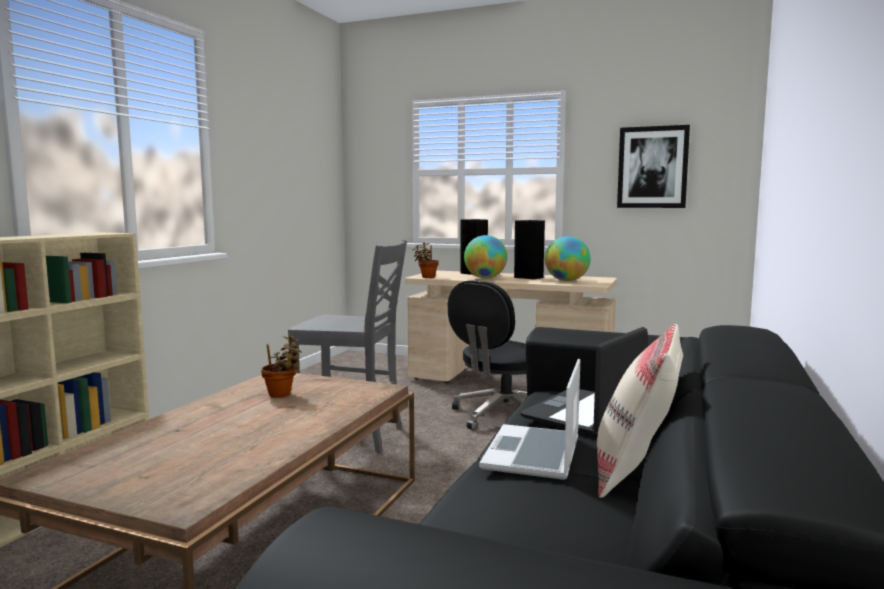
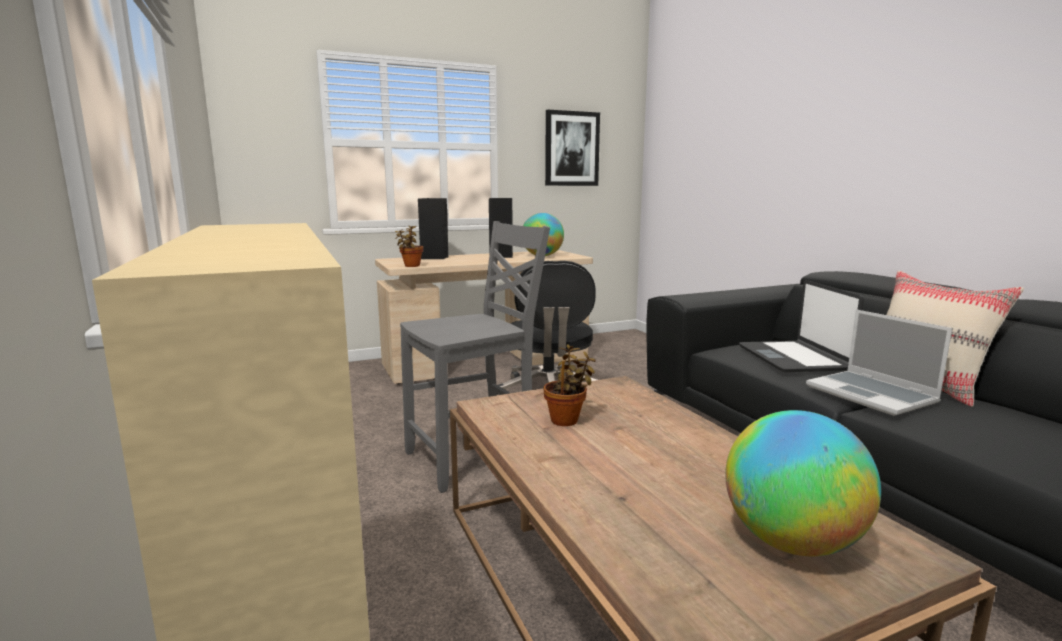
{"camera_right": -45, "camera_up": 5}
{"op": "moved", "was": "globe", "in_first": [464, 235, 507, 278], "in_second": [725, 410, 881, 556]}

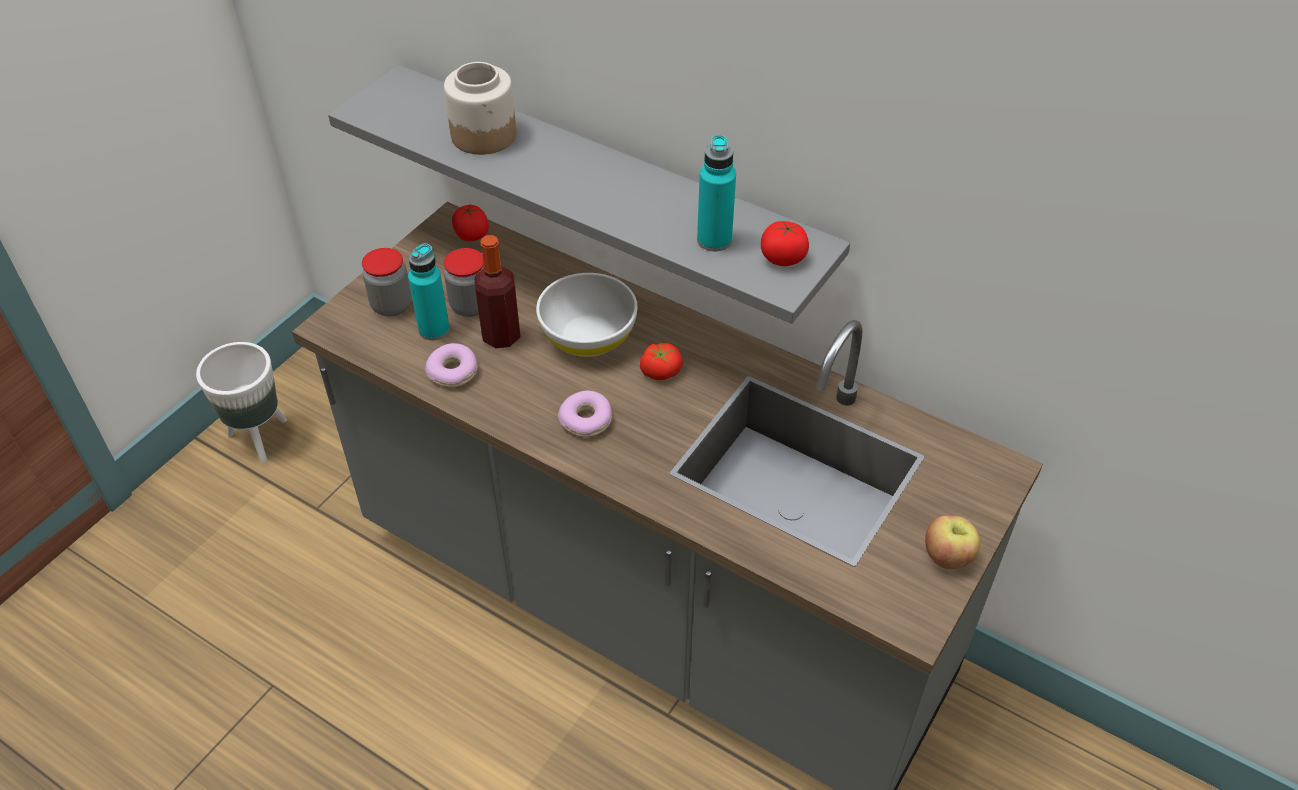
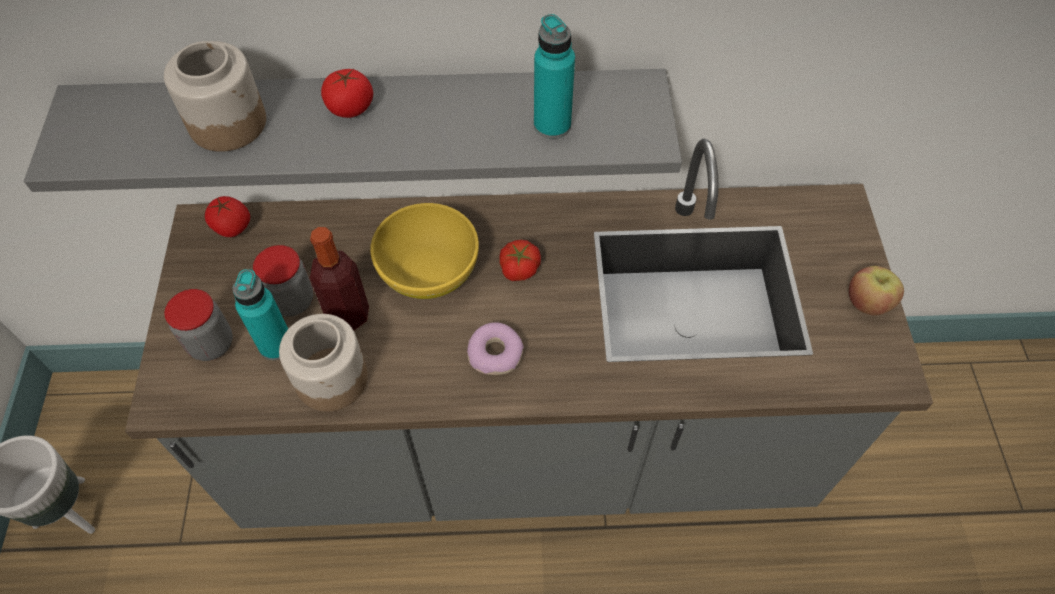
{"camera_right": -35, "camera_up": 10}
{"op": "replaced", "was": "donut", "now": "jar", "in_first": [425, 343, 478, 387], "in_second": [279, 314, 368, 412]}
{"op": "moved", "was": "tomato", "in_first": [761, 221, 809, 266], "in_second": [321, 69, 373, 118]}
{"op": "recoloured", "was": "bowl (white)", "now": "bowl (yellow)", "in_first": [536, 273, 638, 357], "in_second": [370, 203, 479, 299]}

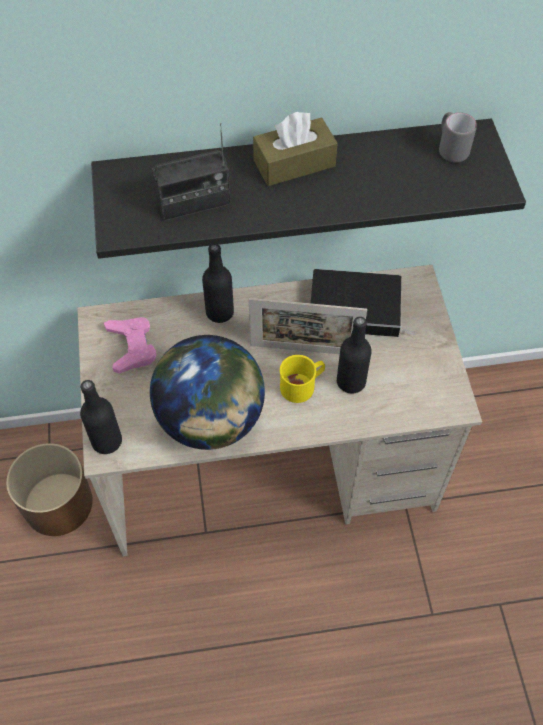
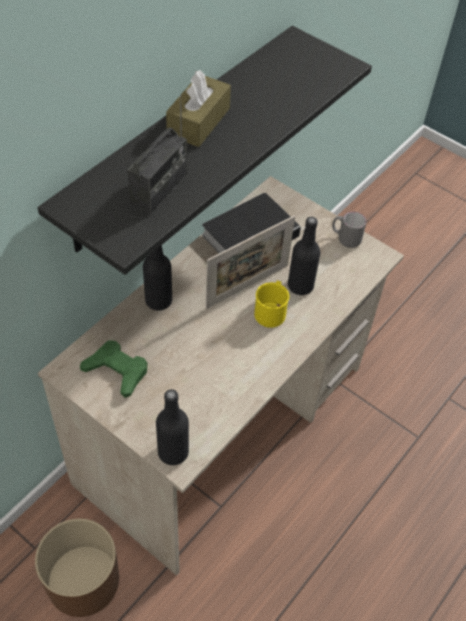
{"camera_right": -45, "camera_up": -5}
{"op": "recoloured", "was": "game controller (pink)", "now": "game controller (green)", "in_first": [104, 317, 157, 373], "in_second": [80, 340, 148, 398]}
{"op": "moved", "was": "mug (grey)", "in_first": [439, 112, 477, 163], "in_second": [332, 212, 366, 248]}
{"op": "removed", "was": "globe", "in_first": [150, 335, 265, 450]}

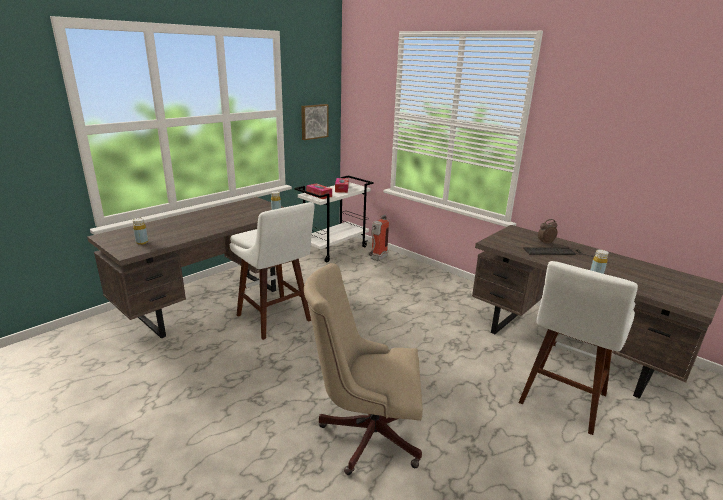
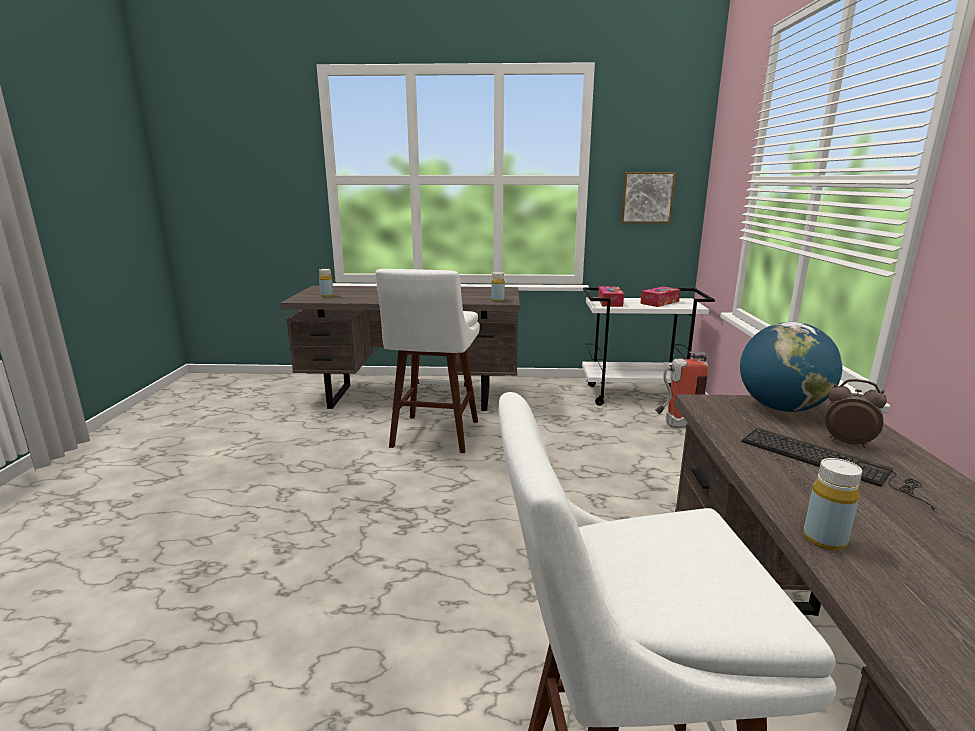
{"camera_right": 50, "camera_up": -5}
{"op": "added", "now": "globe", "in_second": [740, 322, 843, 412]}
{"op": "removed", "was": "office chair (beige)", "in_first": [304, 263, 423, 475]}

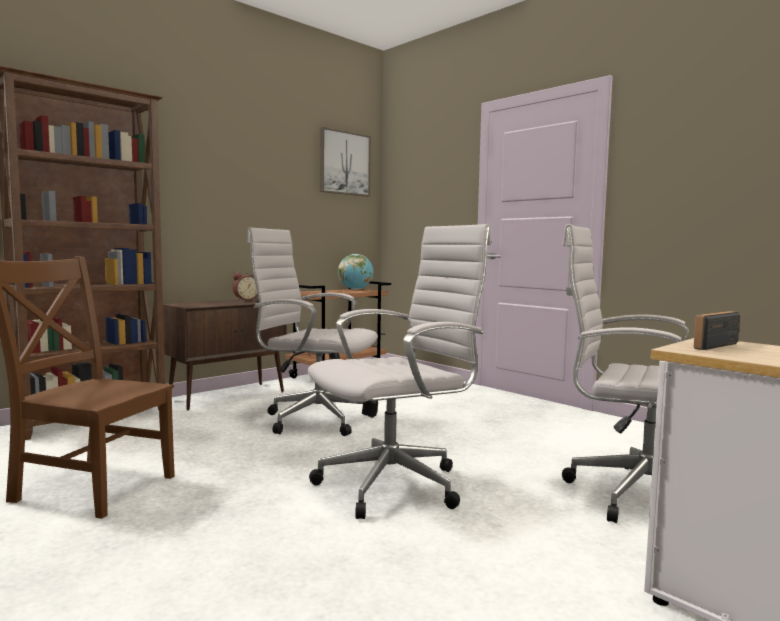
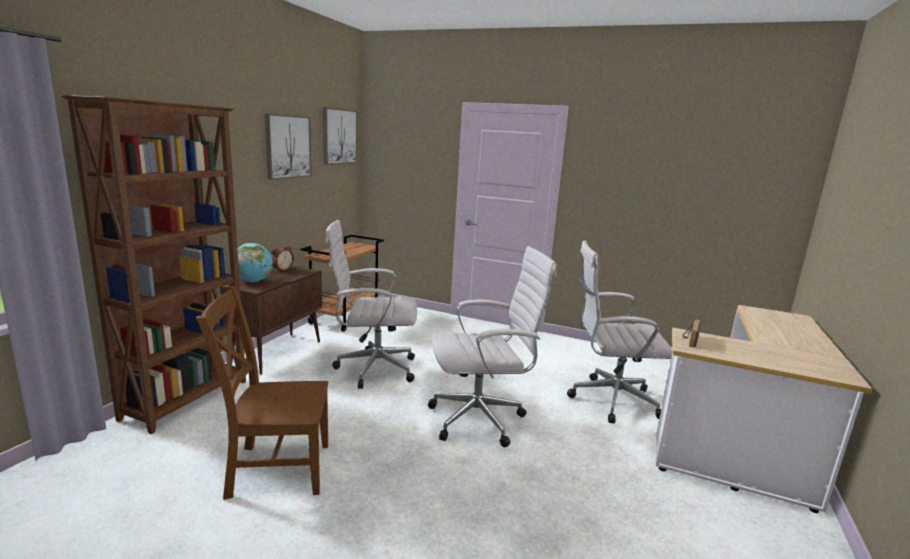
{"camera_right": -25, "camera_up": 10}
{"op": "moved", "was": "globe", "in_first": [338, 254, 373, 290], "in_second": [237, 243, 273, 282]}
{"op": "added", "now": "picture", "in_second": [265, 113, 312, 180]}
{"op": "turned", "was": "office chair (white)", "in_first": [308, 224, 491, 519], "in_second": [428, 246, 556, 447], "clockwise": 45}

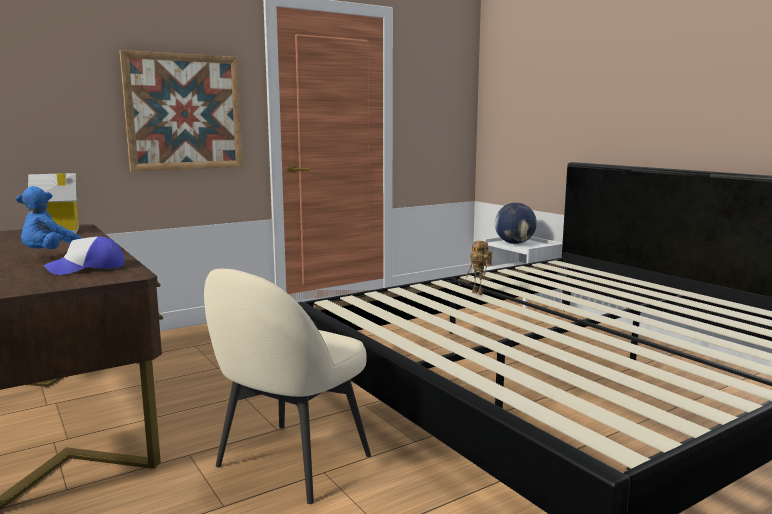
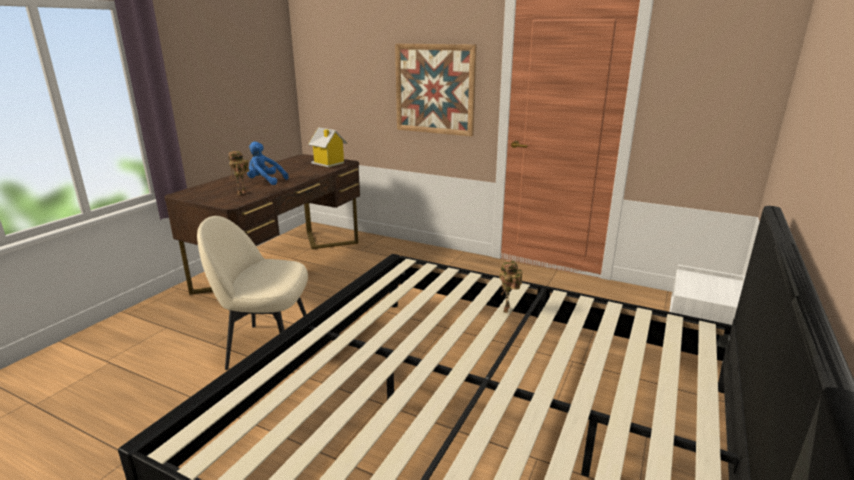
{"camera_right": 60, "camera_up": 10}
{"op": "replaced", "was": "cap", "now": "toy robot", "in_first": [44, 236, 124, 275], "in_second": [228, 151, 250, 195]}
{"op": "removed", "was": "globe", "in_first": [495, 203, 537, 244]}

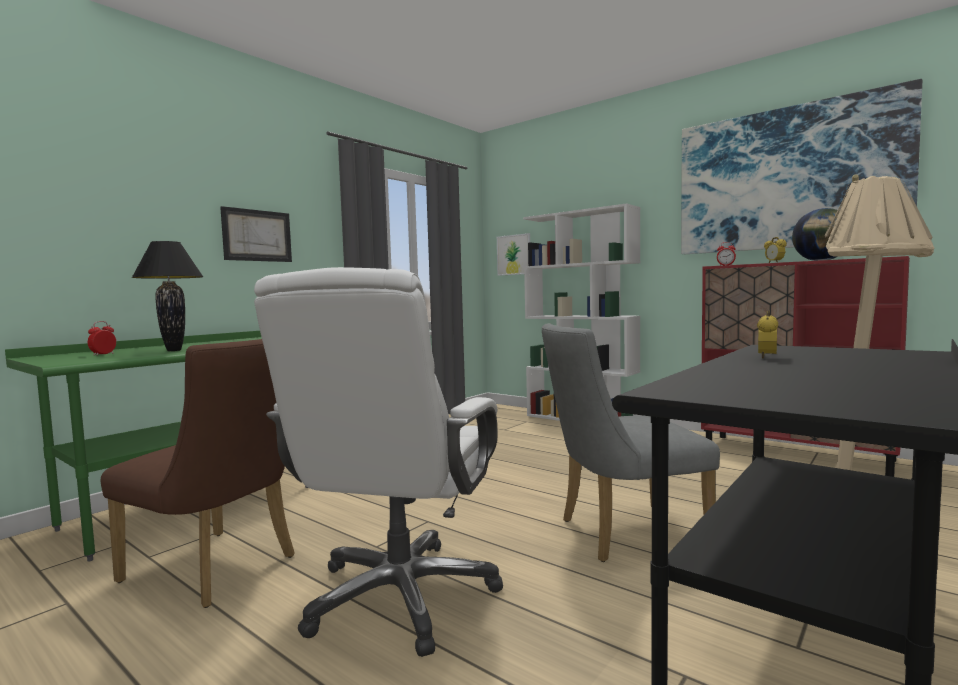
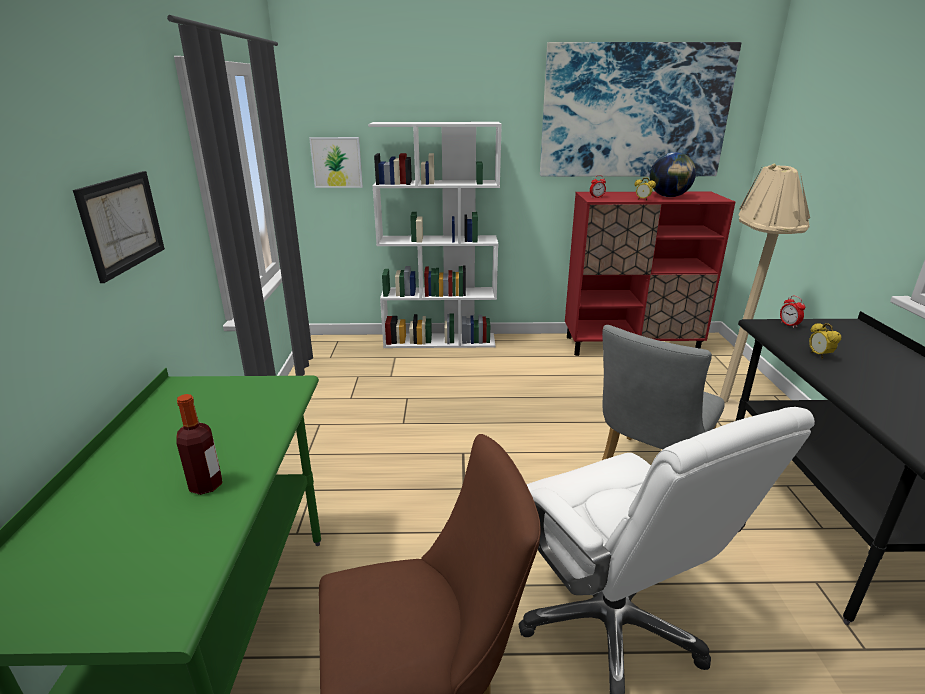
{"camera_right": -40, "camera_up": 20}
{"op": "replaced", "was": "table lamp (black)", "now": "bottle", "in_first": [132, 241, 203, 351], "in_second": [176, 394, 222, 495]}
{"op": "moved", "was": "alarm clock", "in_first": [88, 321, 116, 355], "in_second": [780, 296, 805, 328]}

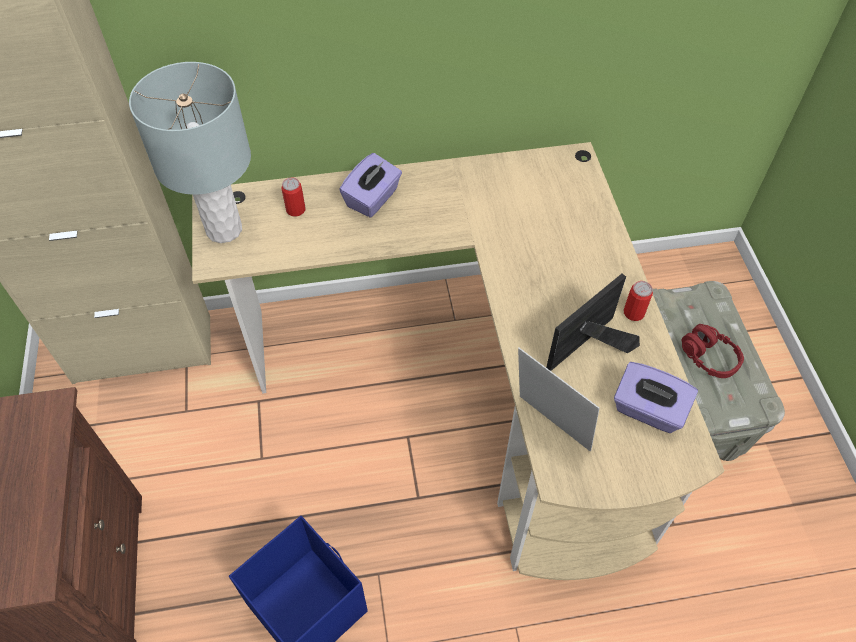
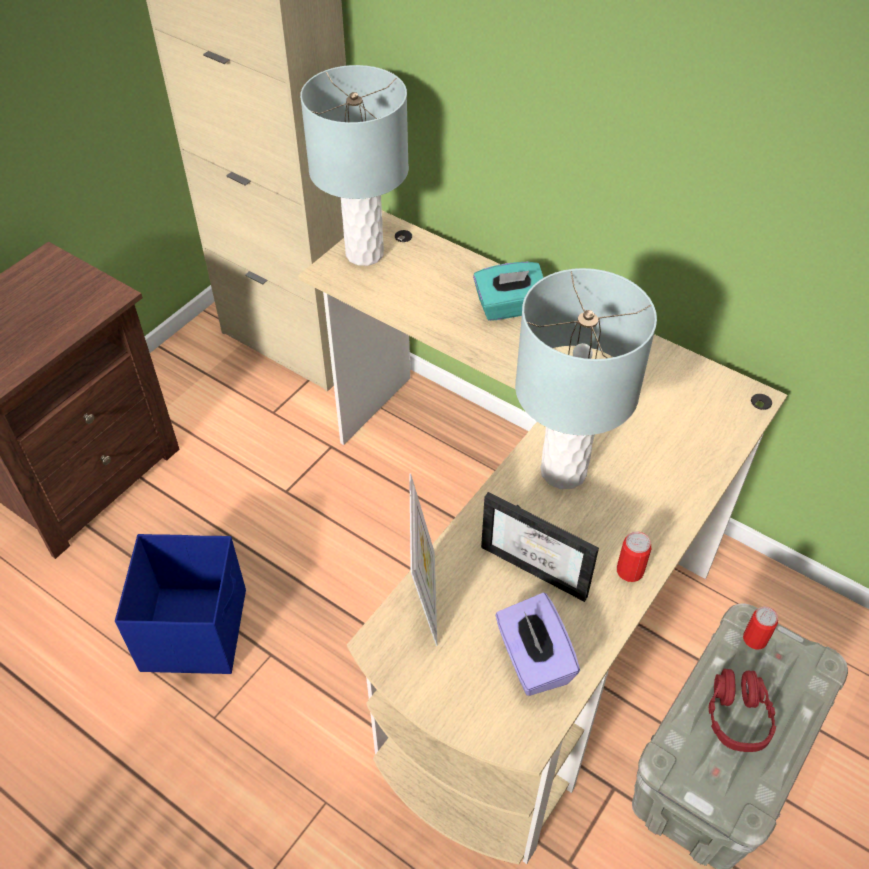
{"camera_right": 45, "camera_up": -5}
{"op": "recoloured", "was": "tissue box (purple)", "now": "tissue box (turquoise)", "in_first": [339, 153, 402, 217], "in_second": [473, 262, 543, 321]}
{"op": "turned", "was": "picture frame", "in_first": [546, 274, 640, 371], "in_second": [481, 492, 599, 602], "clockwise": -150}
{"op": "added", "now": "table lamp (grey)", "in_second": [515, 268, 657, 489]}
{"op": "moved", "was": "can", "in_first": [281, 177, 306, 216], "in_second": [743, 606, 778, 649]}

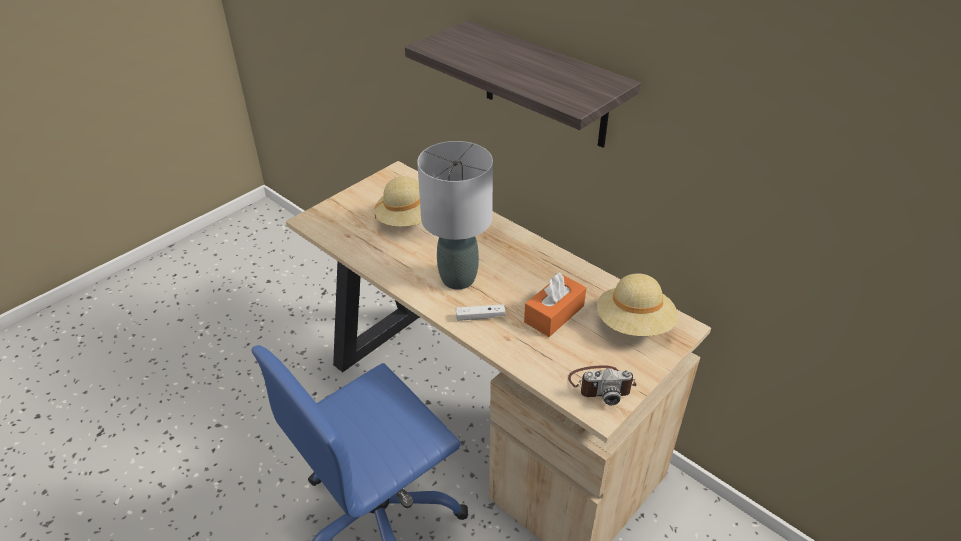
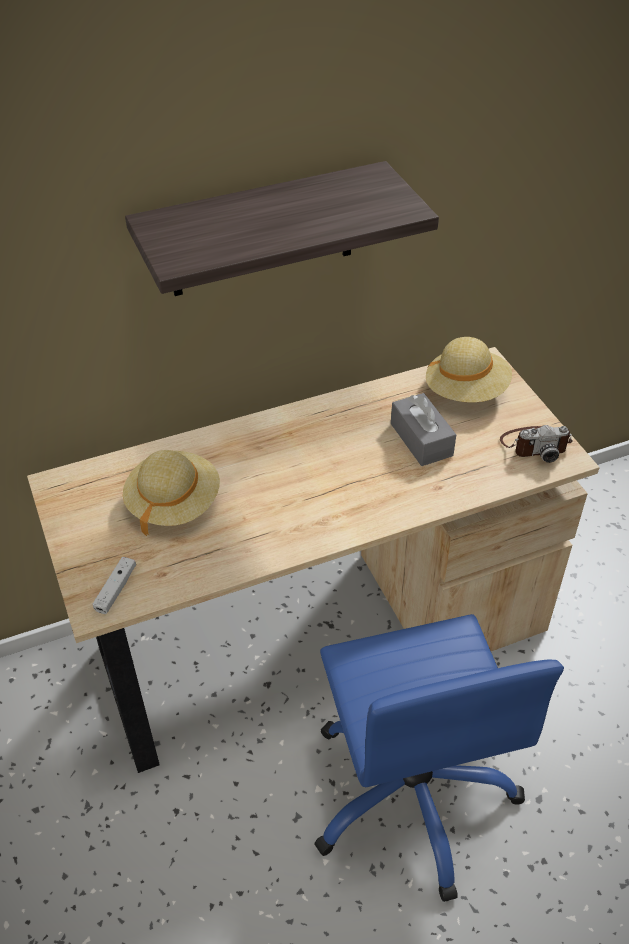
{"camera_right": -65, "camera_up": 5}
{"op": "moved", "was": "game controller (white)", "in_first": [456, 304, 505, 321], "in_second": [92, 557, 136, 614]}
{"op": "recoloured", "was": "tissue box (orange)", "now": "tissue box (grey)", "in_first": [524, 273, 586, 337], "in_second": [391, 393, 456, 466]}
{"op": "turned", "was": "photo camera", "in_first": [568, 365, 637, 405], "in_second": [500, 425, 572, 463], "clockwise": 60}
{"op": "removed", "was": "table lamp (grey)", "in_first": [417, 141, 493, 289]}

